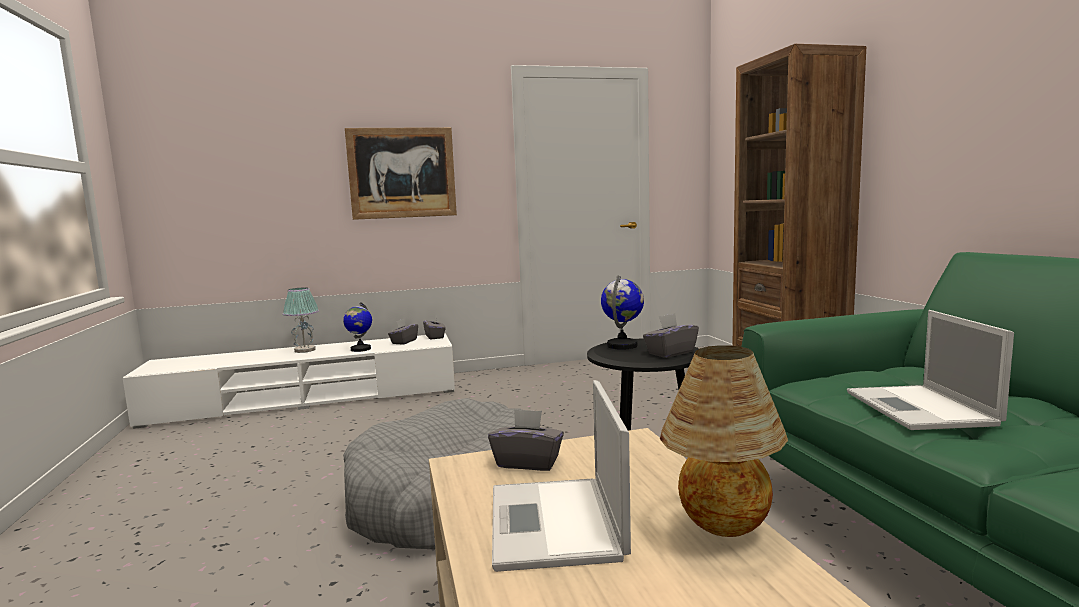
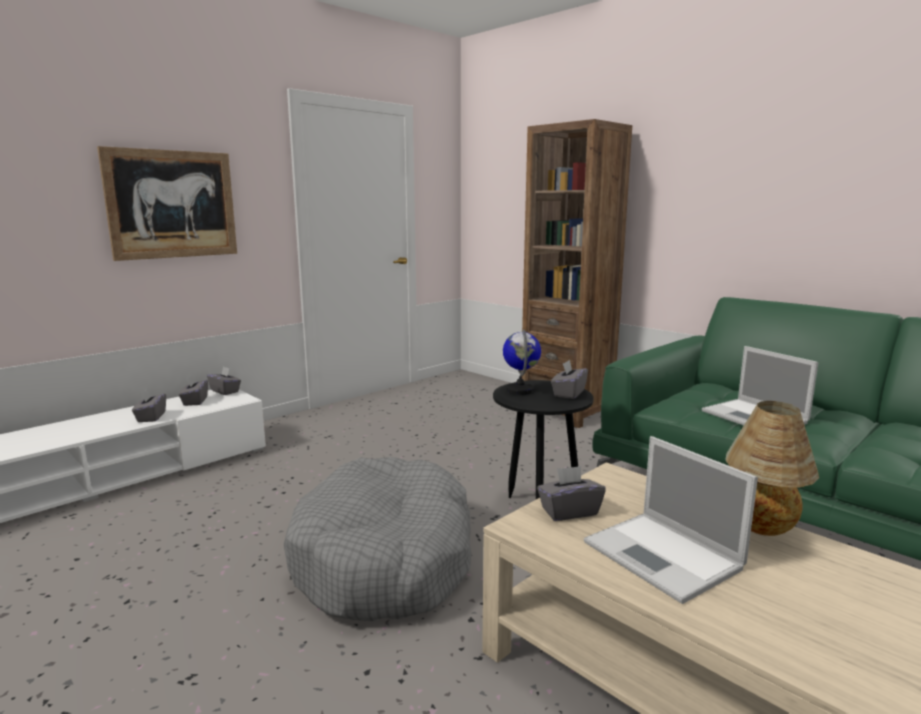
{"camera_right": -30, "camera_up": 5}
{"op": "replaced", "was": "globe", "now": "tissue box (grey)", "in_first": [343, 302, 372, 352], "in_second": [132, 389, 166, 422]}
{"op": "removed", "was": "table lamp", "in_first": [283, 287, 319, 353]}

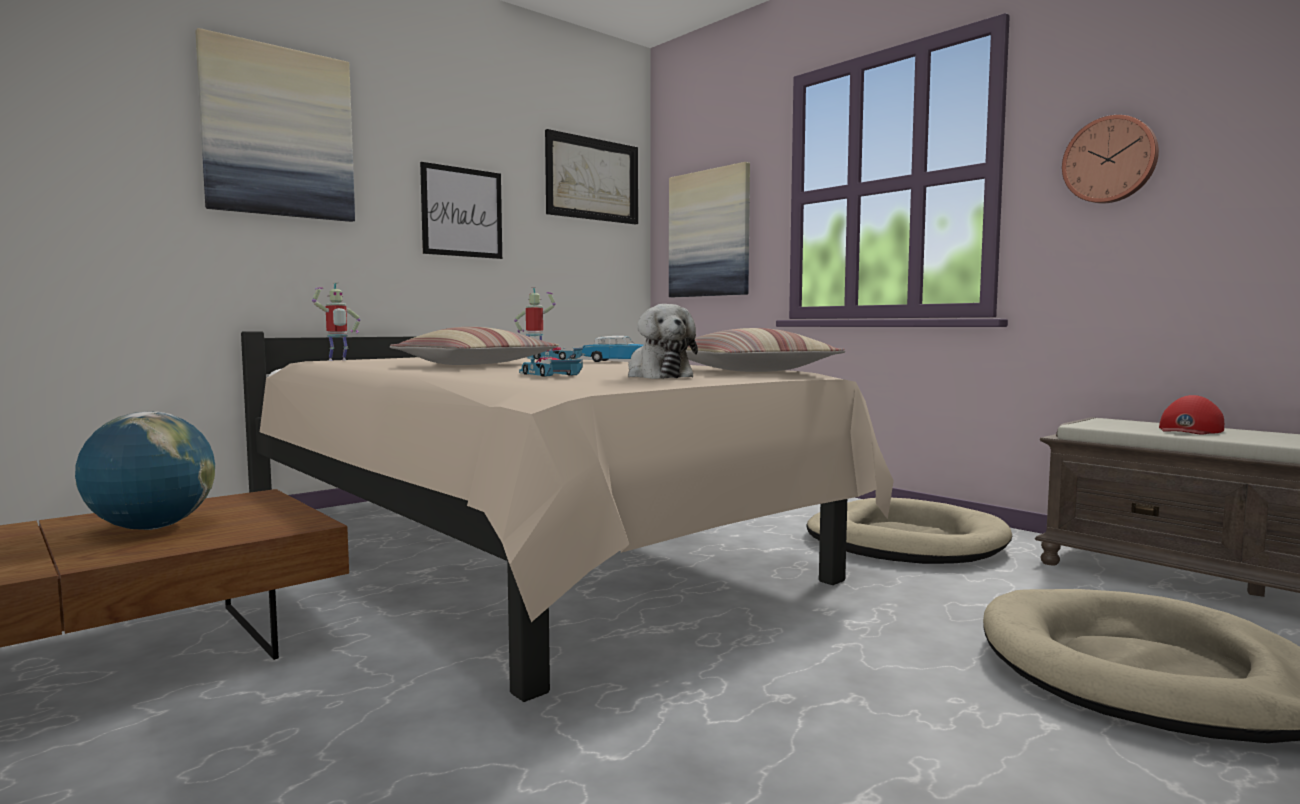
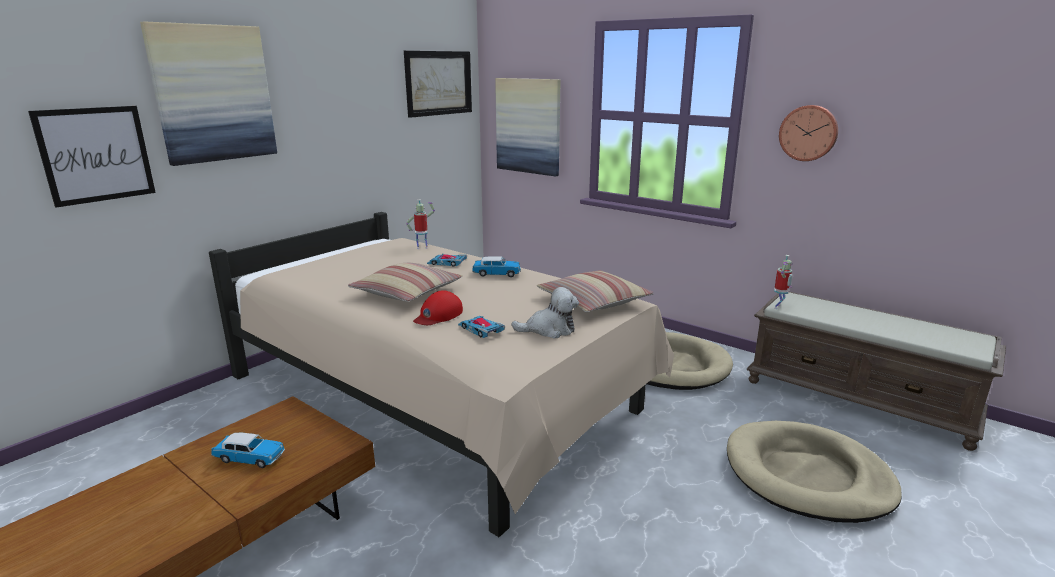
{"camera_right": -10, "camera_up": 15}
{"op": "moved", "was": "picture", "in_first": [420, 162, 502, 259], "in_second": [28, 106, 156, 208]}
{"op": "replaced", "was": "globe", "now": "toy car", "in_first": [75, 411, 215, 530], "in_second": [211, 433, 285, 468]}
{"op": "moved", "was": "cap (red)", "in_first": [1159, 395, 1224, 435], "in_second": [413, 290, 463, 325]}
{"op": "turned", "was": "plush toy", "in_first": [628, 304, 698, 379], "in_second": [511, 287, 579, 339], "clockwise": -60}
{"op": "moved", "was": "toy robot", "in_first": [312, 282, 361, 361], "in_second": [774, 255, 793, 309]}

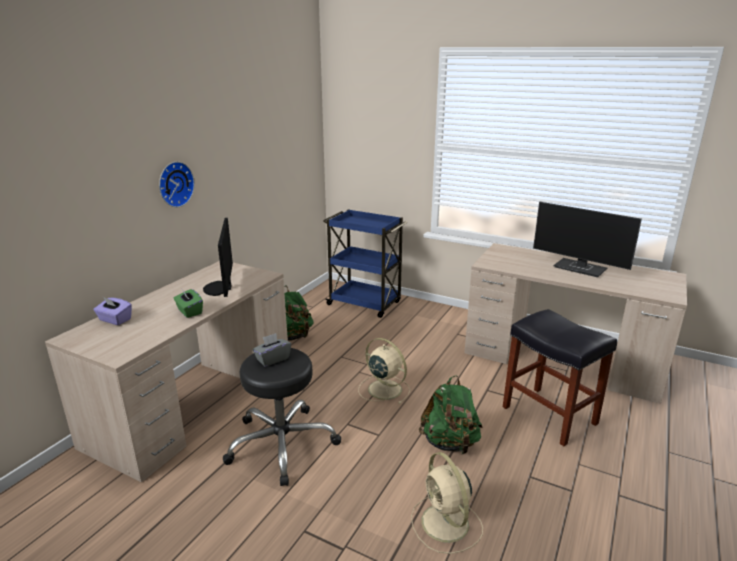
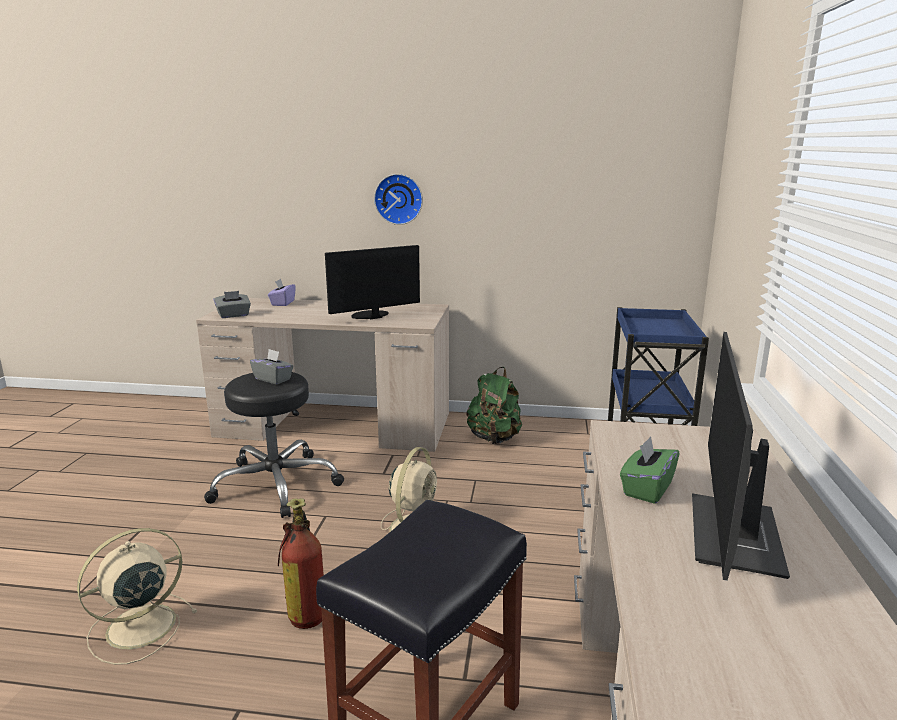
{"camera_right": 70, "camera_up": -5}
{"op": "added", "now": "tissue box (grey)", "in_second": [214, 291, 251, 318]}
{"op": "replaced", "was": "backpack (green)", "now": "fire extinguisher", "in_first": [419, 376, 483, 455], "in_second": [278, 498, 324, 629]}
{"op": "moved", "was": "tissue box (green)", "in_first": [173, 289, 203, 318], "in_second": [620, 436, 680, 504]}

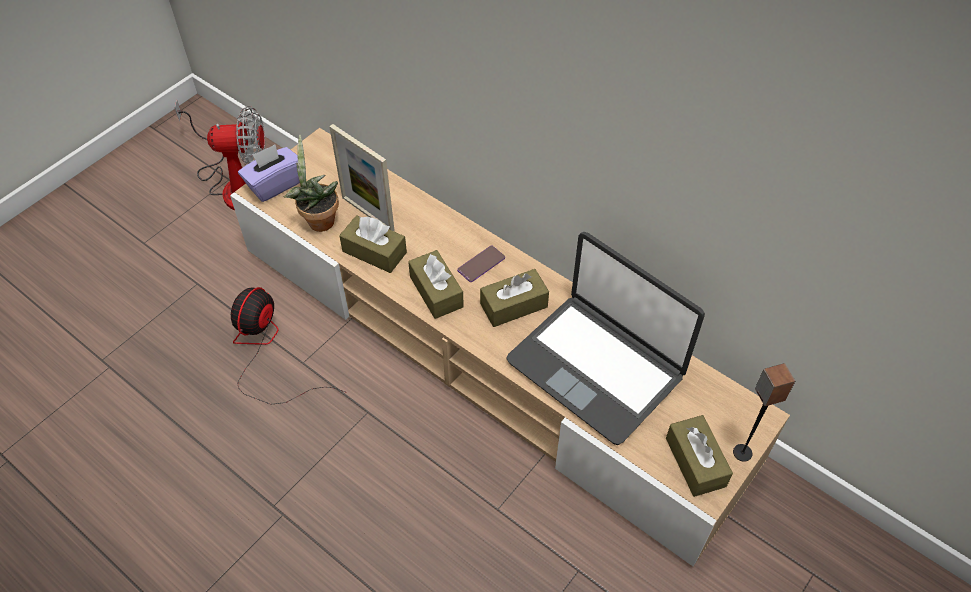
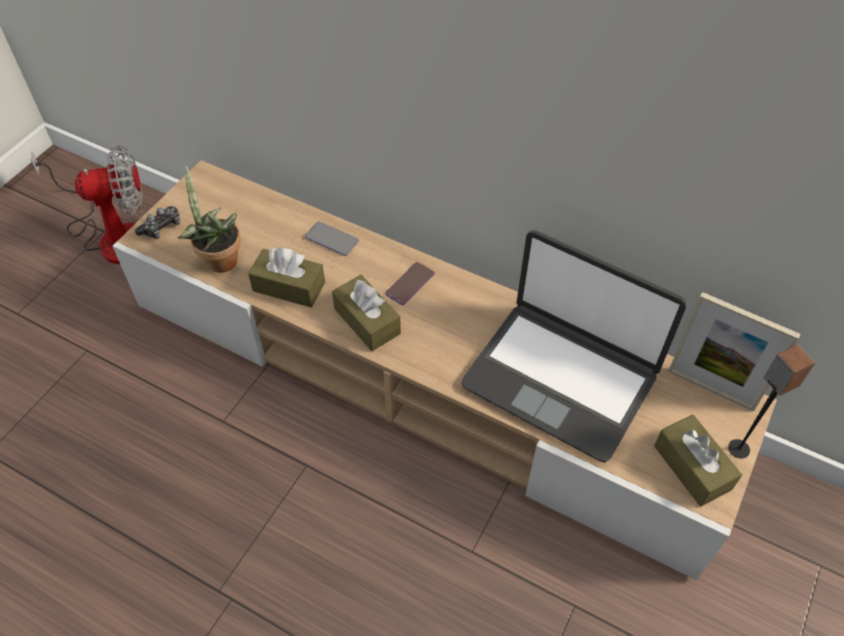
{"camera_right": -10, "camera_up": 0}
{"op": "replaced", "was": "tissue box (purple)", "now": "game controller", "in_first": [238, 144, 300, 202], "in_second": [135, 206, 180, 239]}
{"op": "added", "now": "phone", "in_second": [305, 221, 359, 256]}
{"op": "moved", "was": "picture frame", "in_first": [329, 124, 395, 231], "in_second": [668, 292, 801, 412]}
{"op": "removed", "was": "fan", "in_first": [231, 287, 345, 404]}
{"op": "removed", "was": "tissue box (brown)", "in_first": [480, 269, 549, 327]}

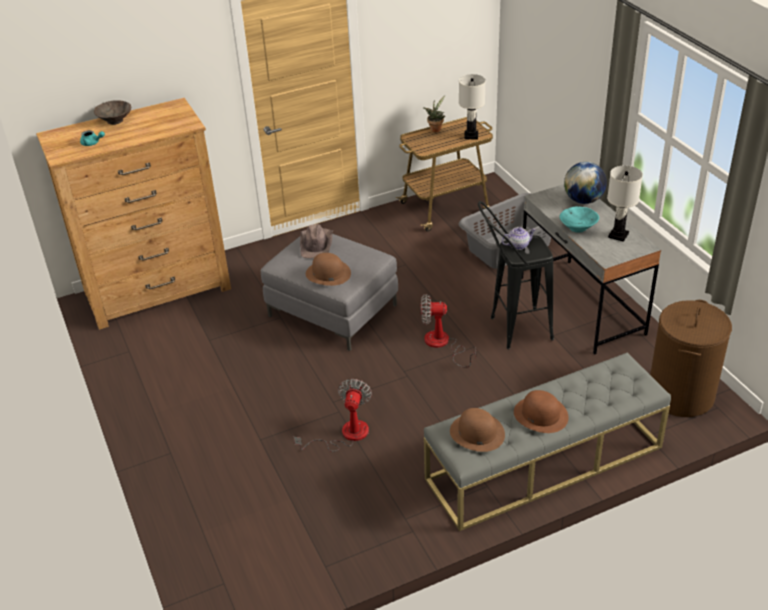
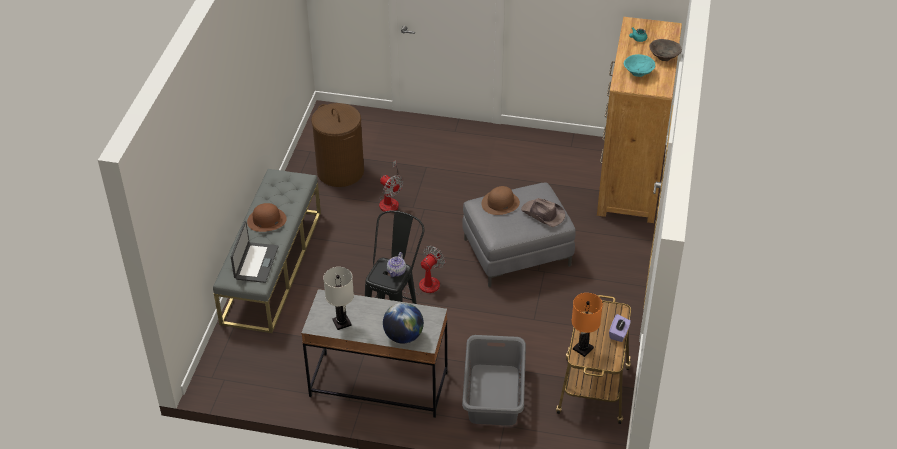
{"camera_right": 125, "camera_up": 5}
{"op": "added", "now": "laptop", "in_second": [231, 221, 278, 283]}
{"op": "moved", "was": "laundry basket (brown)", "in_first": [650, 300, 732, 417], "in_second": [311, 103, 364, 187]}
{"op": "recoloured", "was": "table lamp (white)", "now": "table lamp (orange)", "in_first": [459, 74, 486, 139], "in_second": [571, 293, 603, 357]}
{"op": "replaced", "was": "potted plant", "now": "tissue box (purple)", "in_first": [423, 95, 446, 132], "in_second": [609, 314, 631, 342]}
{"op": "moved", "was": "bowl (turquoise)", "in_first": [559, 207, 599, 233], "in_second": [624, 54, 655, 77]}
{"op": "removed", "was": "hat (brown)", "in_first": [450, 408, 505, 452]}

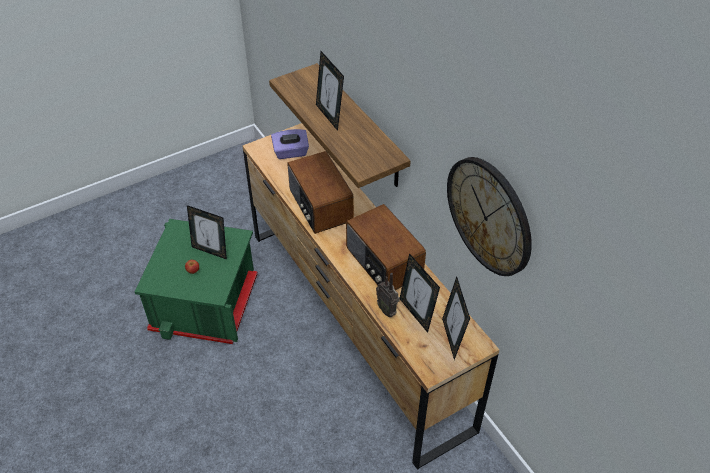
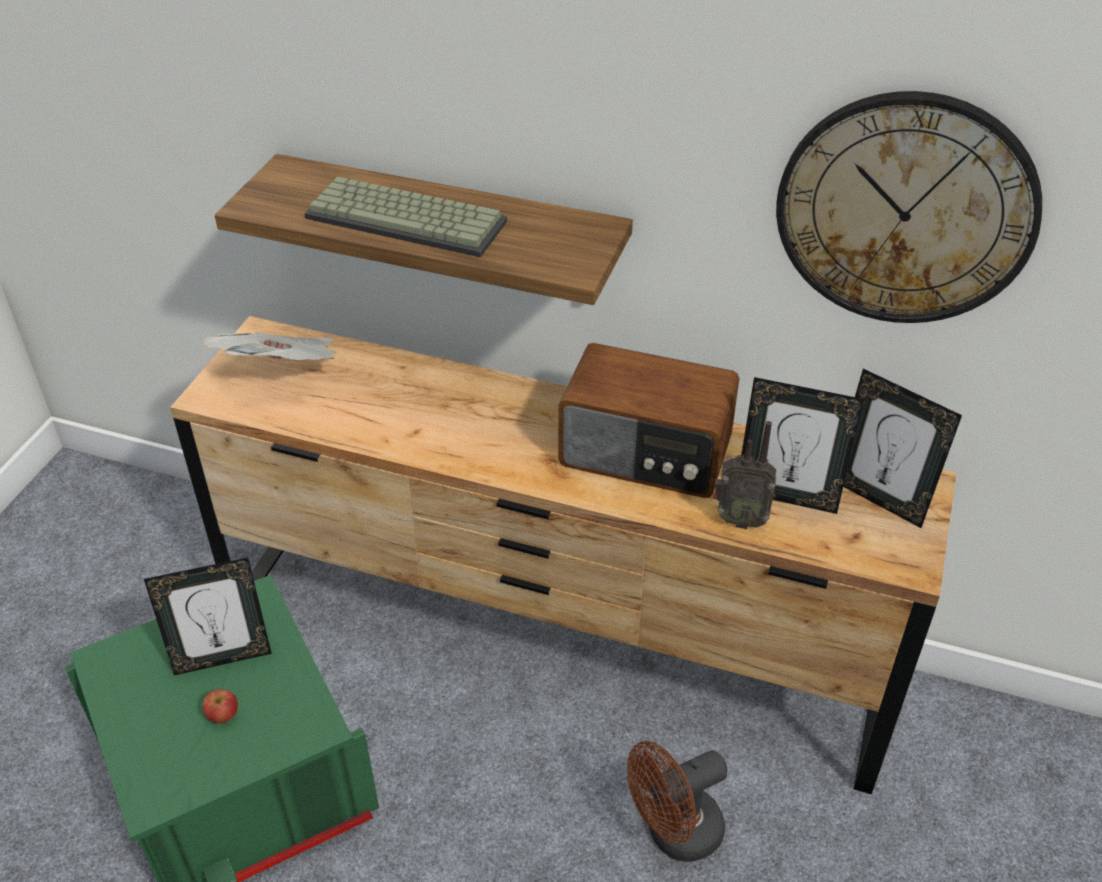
{"camera_right": -40, "camera_up": -5}
{"op": "replaced", "was": "tissue box (purple)", "now": "newspaper", "in_first": [271, 129, 309, 159], "in_second": [204, 332, 337, 360]}
{"op": "replaced", "was": "picture frame", "now": "keyboard", "in_first": [316, 51, 344, 131], "in_second": [304, 177, 507, 257]}
{"op": "added", "now": "fan (brown)", "in_second": [627, 741, 727, 862]}
{"op": "removed", "was": "radio", "in_first": [287, 151, 354, 234]}

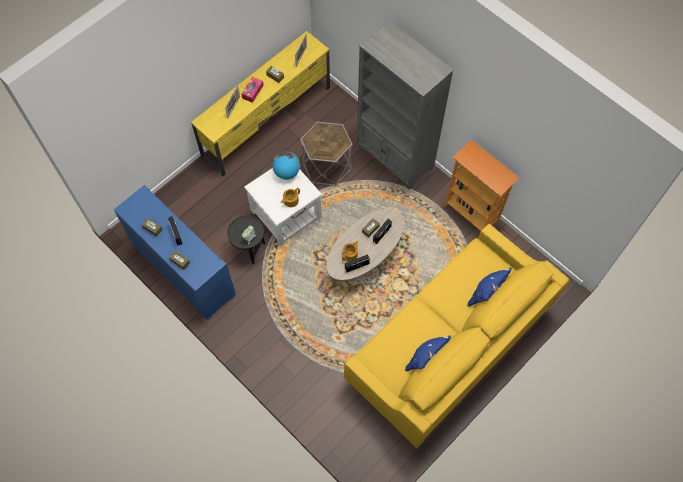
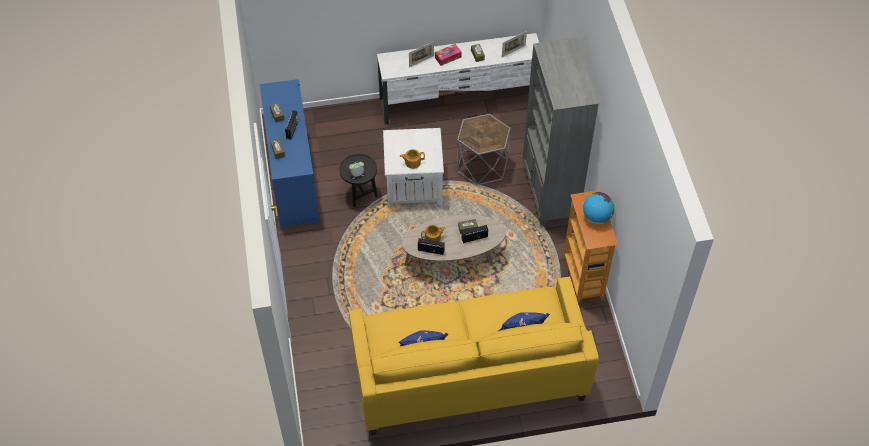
{"camera_right": 35, "camera_up": -10}
{"op": "recoloured", "was": "tv stand (yellow)", "now": "tv stand (white)", "in_first": [191, 31, 330, 177], "in_second": [377, 33, 539, 124]}
{"op": "moved", "was": "globe", "in_first": [273, 152, 300, 180], "in_second": [583, 192, 615, 224]}

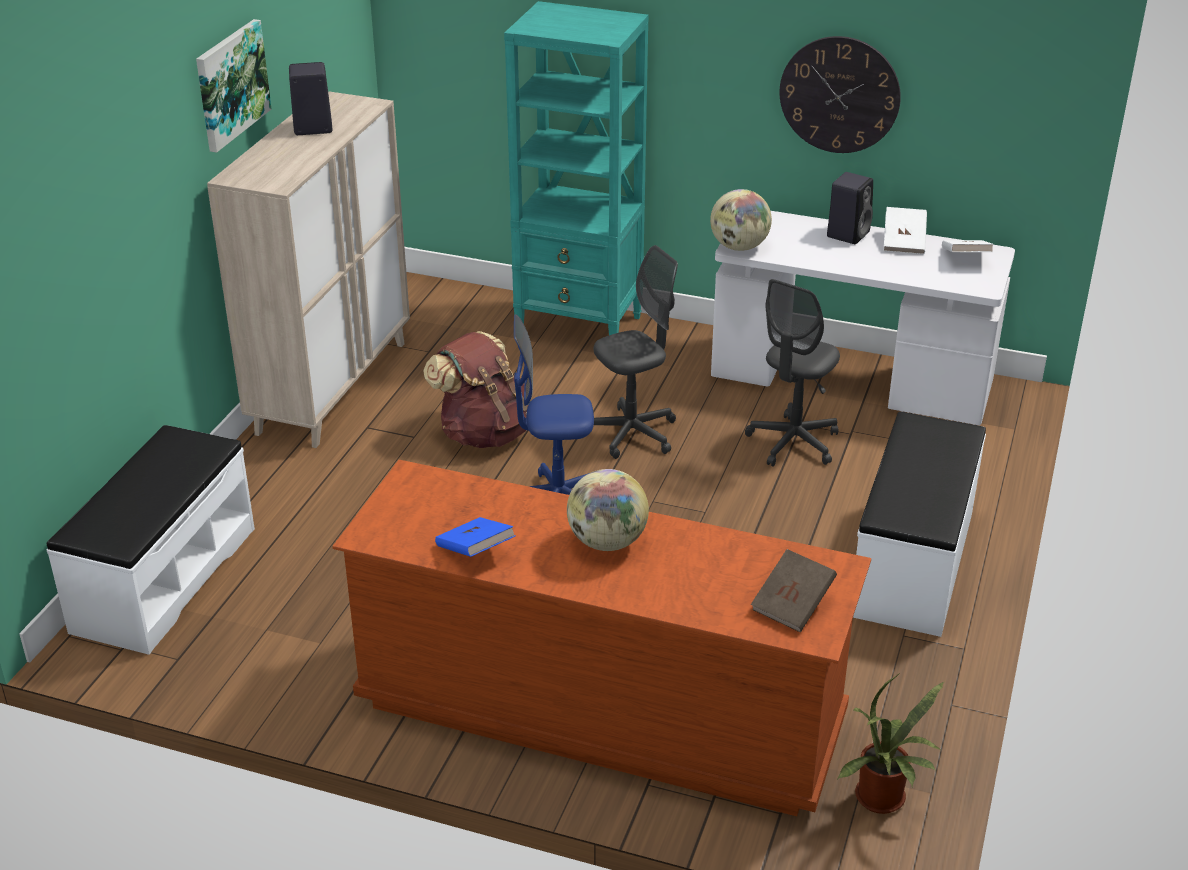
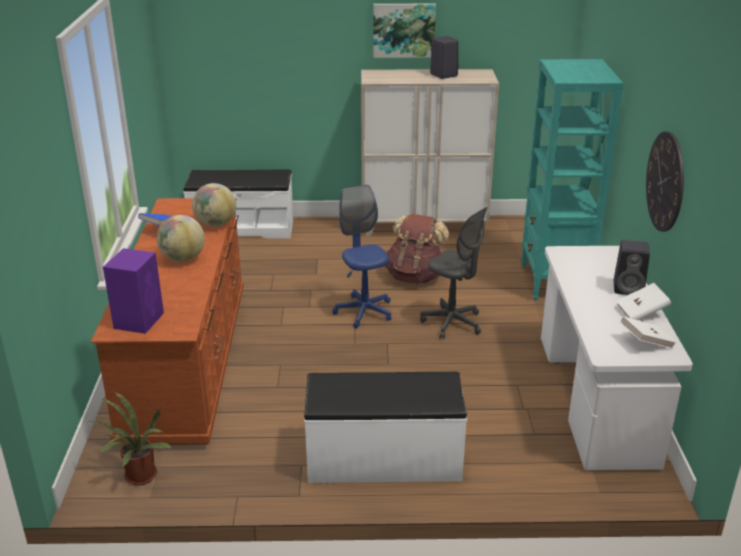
{"camera_right": 70, "camera_up": -5}
{"op": "replaced", "was": "book (brown)", "now": "speaker (purple)", "in_first": [751, 549, 837, 632], "in_second": [103, 248, 164, 334]}
{"op": "moved", "was": "globe", "in_first": [710, 189, 772, 251], "in_second": [192, 183, 236, 227]}
{"op": "removed", "was": "office chair (grey)", "in_first": [745, 279, 840, 466]}

